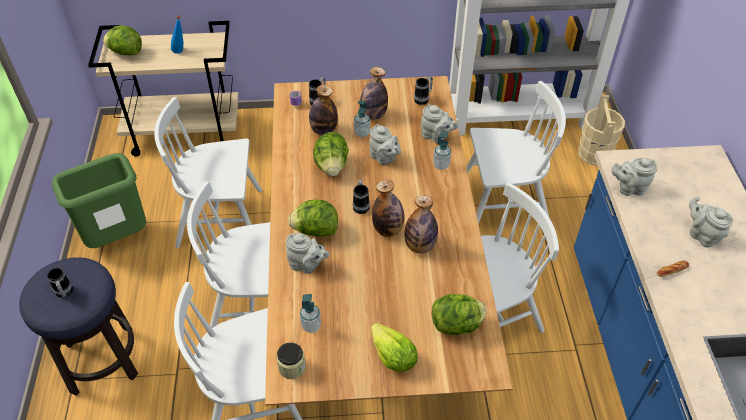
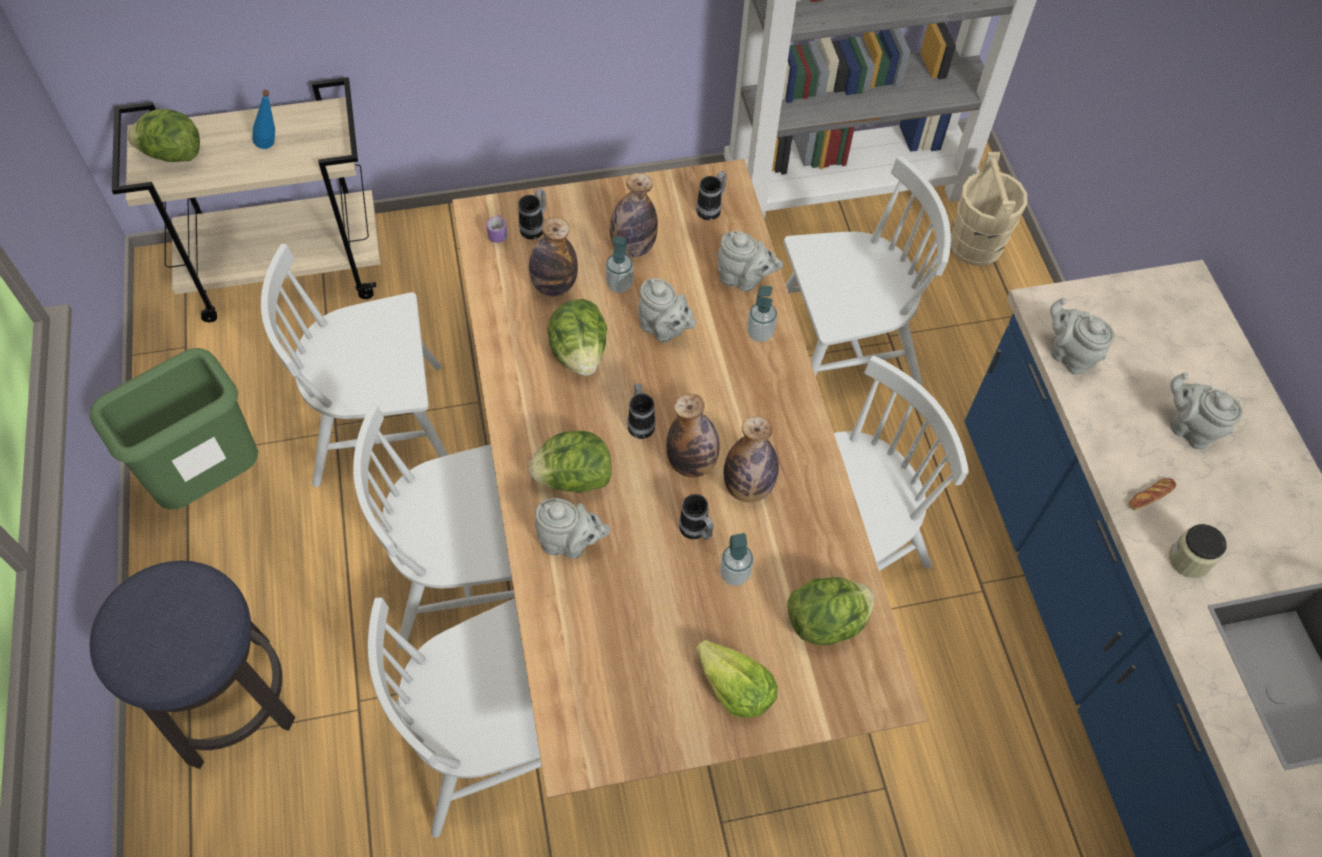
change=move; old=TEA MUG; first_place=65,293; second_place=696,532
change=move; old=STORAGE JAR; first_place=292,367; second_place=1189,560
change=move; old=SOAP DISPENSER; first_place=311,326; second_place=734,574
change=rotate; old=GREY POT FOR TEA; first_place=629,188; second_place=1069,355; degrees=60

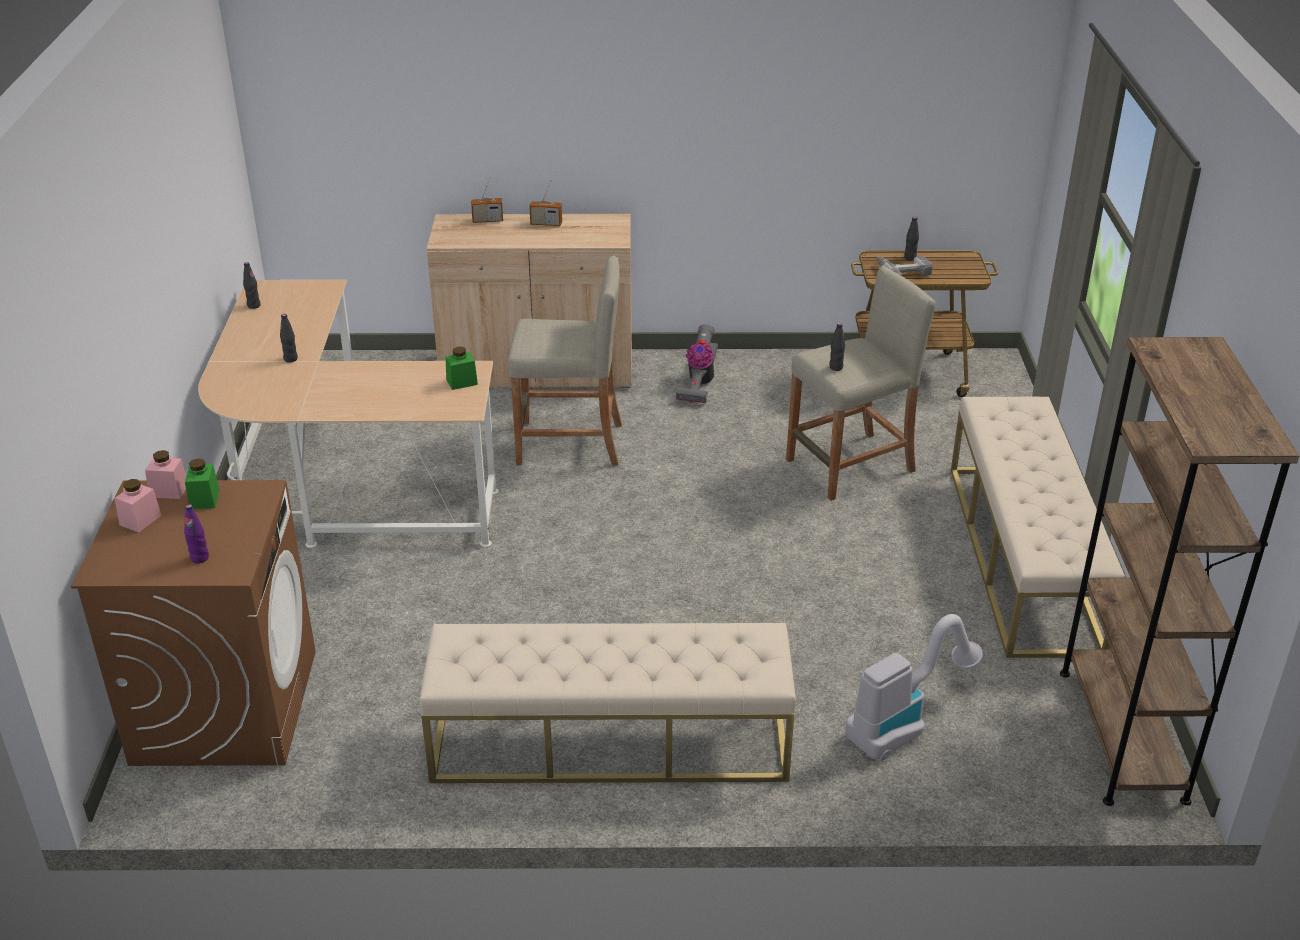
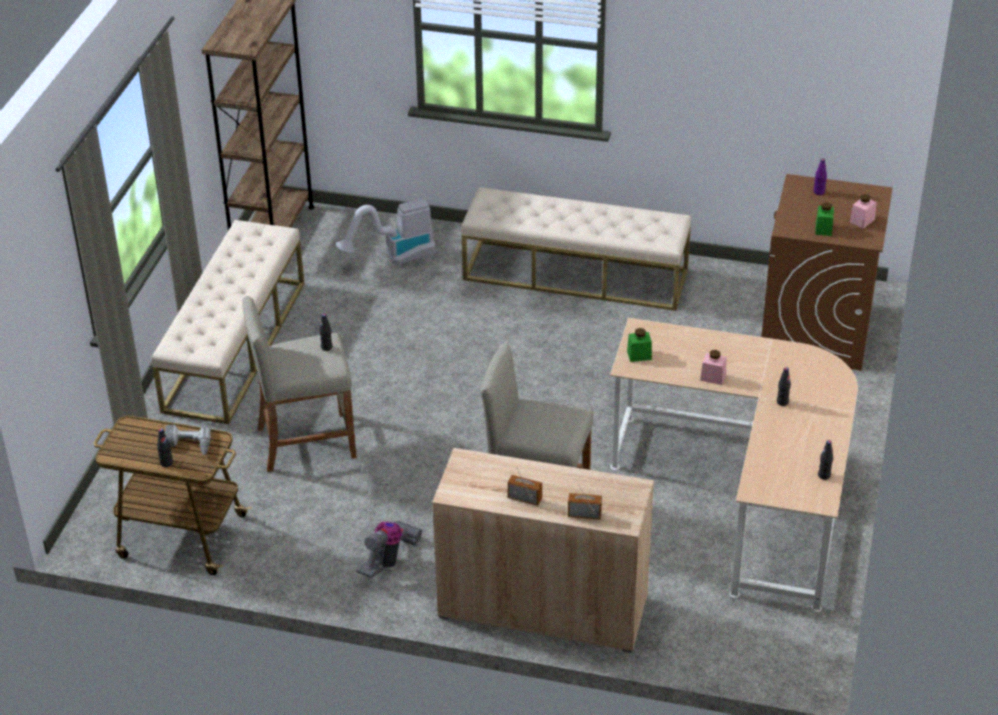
change=move; old=PINK STORAGE JAR; first_place=169,490; second_place=713,377

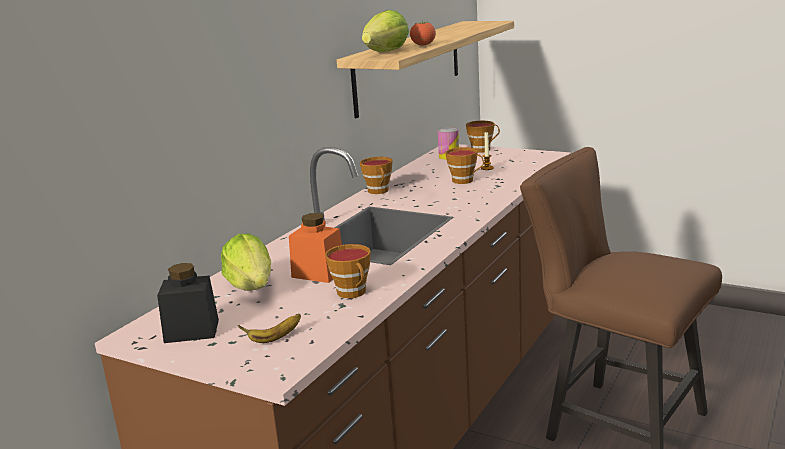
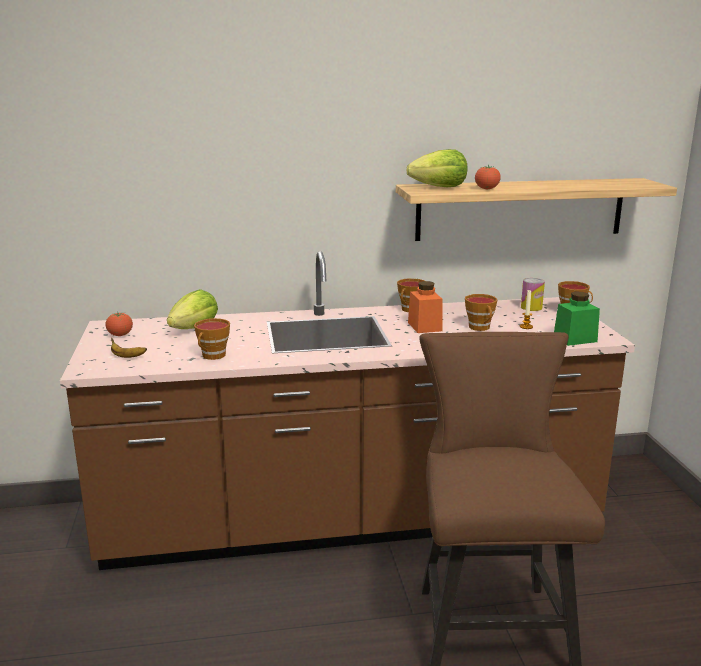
change=replace; old=BLACK-COLOURED STORAGE JAR; new=FRESH TOMATO; first_place=191,331; second_place=120,335
change=move; old=ORANGE-COLOURED STORAGE JAR; first_place=318,273; second_place=424,326
change=insert; new=GREENISH STORAGE JAR; second_place=575,339

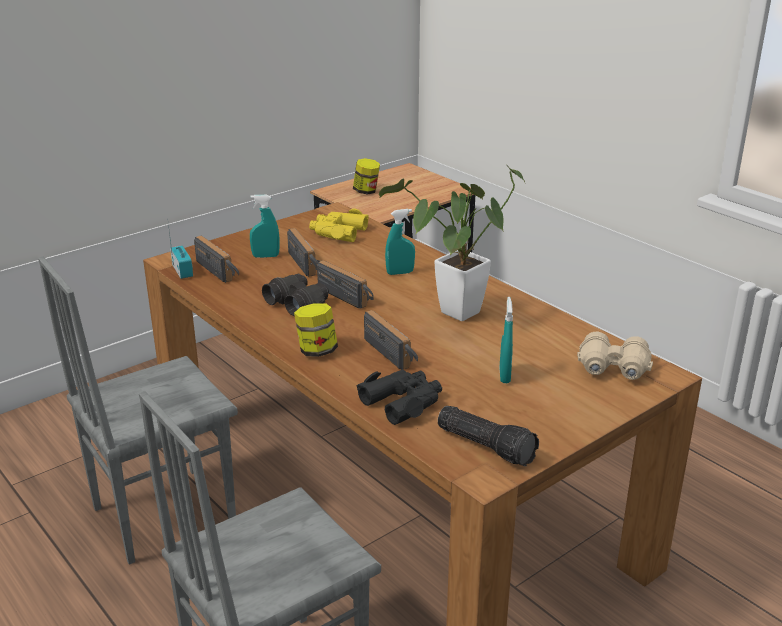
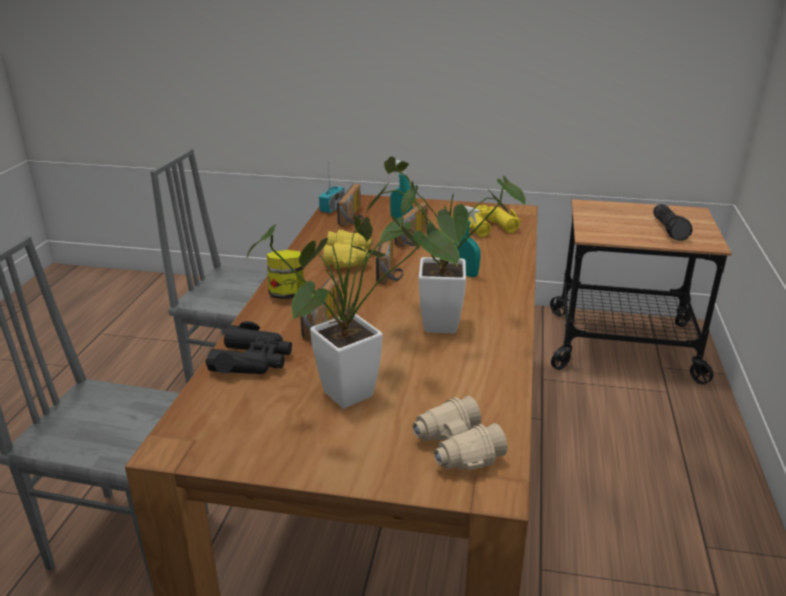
change=recolor; old=BLACK-COLOURED BINOCULARS; new=YELLOW BINOCULARS; first_place=297,303; second_place=348,259
change=delete; old=STORAGE JAR; first_place=366,191
change=move; old=HAND TORCH; first_place=487,445; second_place=670,229
change=replace; old=BLUE-GREEN SPRAYER; new=HOUSEPLANT; first_place=504,376; second_place=358,391

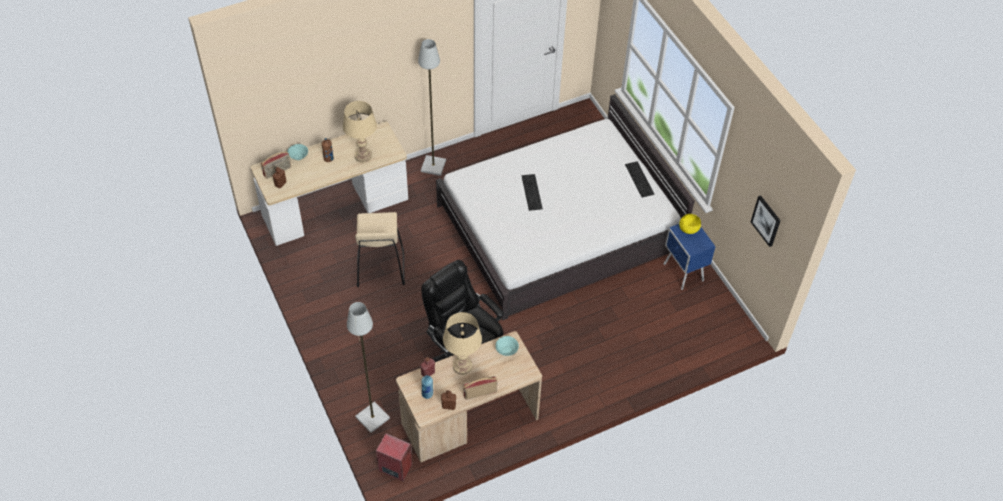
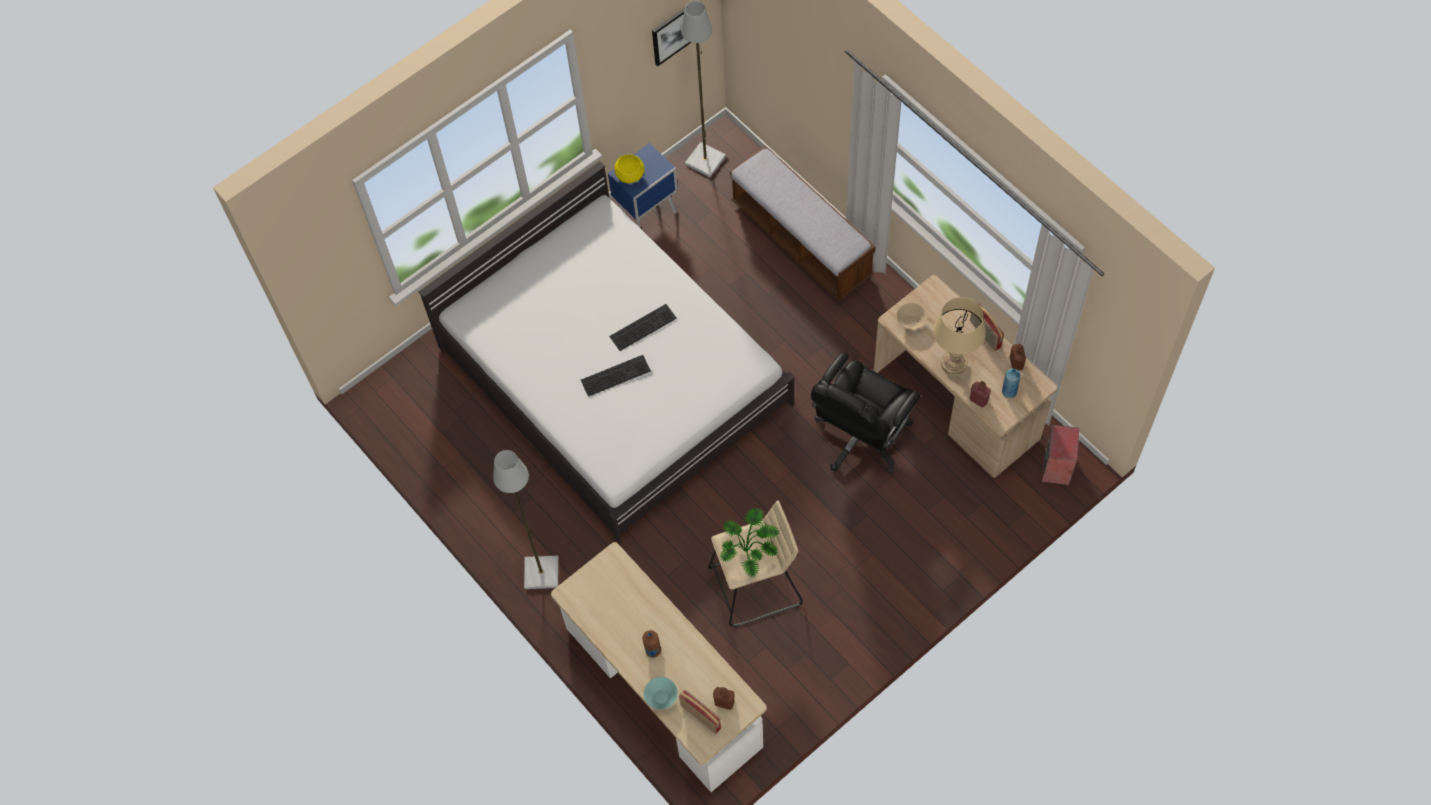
change=delete; old=BEIGE LAMP FOR A TABLE; first_place=363,156
change=move; old=GREY FLOOR LAMP; first_place=372,418; second_place=706,160
change=recolor; old=BLUE-GREEN SERVING BOWL; new=BEIGE SERVING BOWL; first_place=506,350; second_place=911,321
change=move; old=PC KEYBOARD; first_place=640,179; second_place=643,326
change=insert; new=HOUSEPLANT; second_place=750,551
change=insert; new=INDOOR BENCH; second_place=801,240

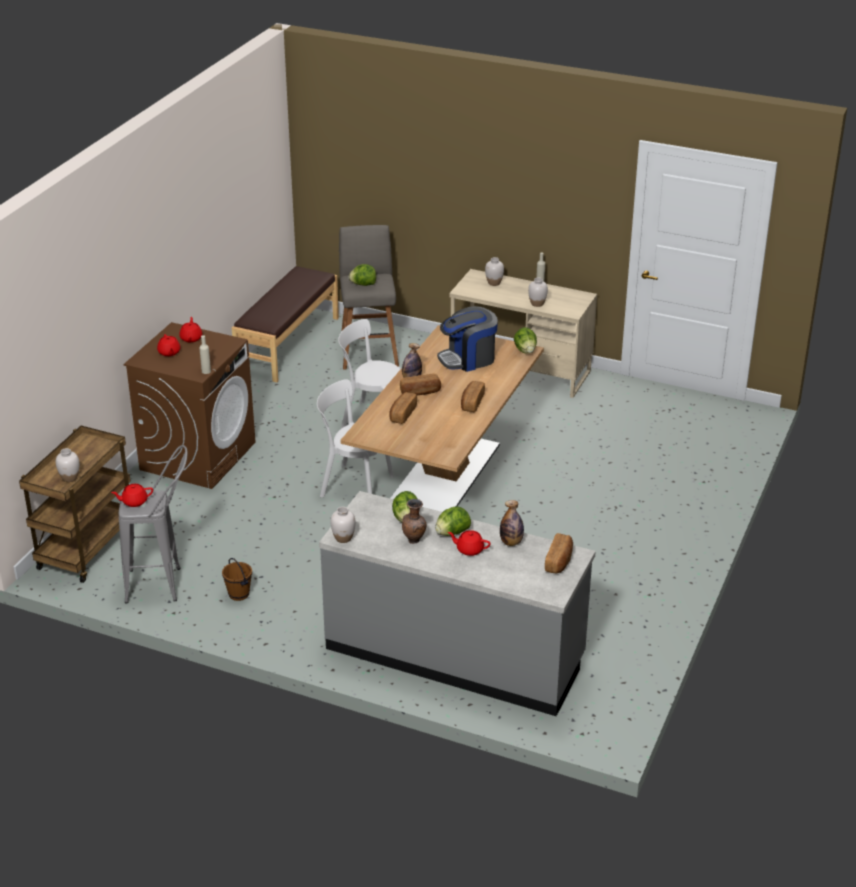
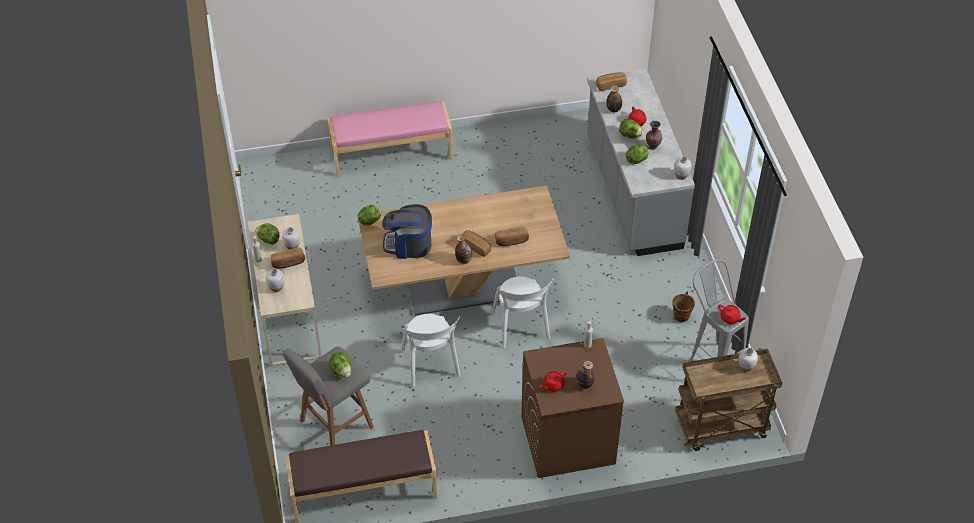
change=replace; old=REDDISH POT FOR TEA; new=BOTTLE; first_place=169,352; second_place=584,384
change=rotate; old=COFFEE MACHINE; first_place=468,359; second_place=408,245; degrees=150
change=move; old=BAKERY BREAD; first_place=471,403; second_place=288,263
change=insert; new=LETTUCE; second_place=268,239
change=insert; new=PINK INDOOR BENCH; second_place=391,154

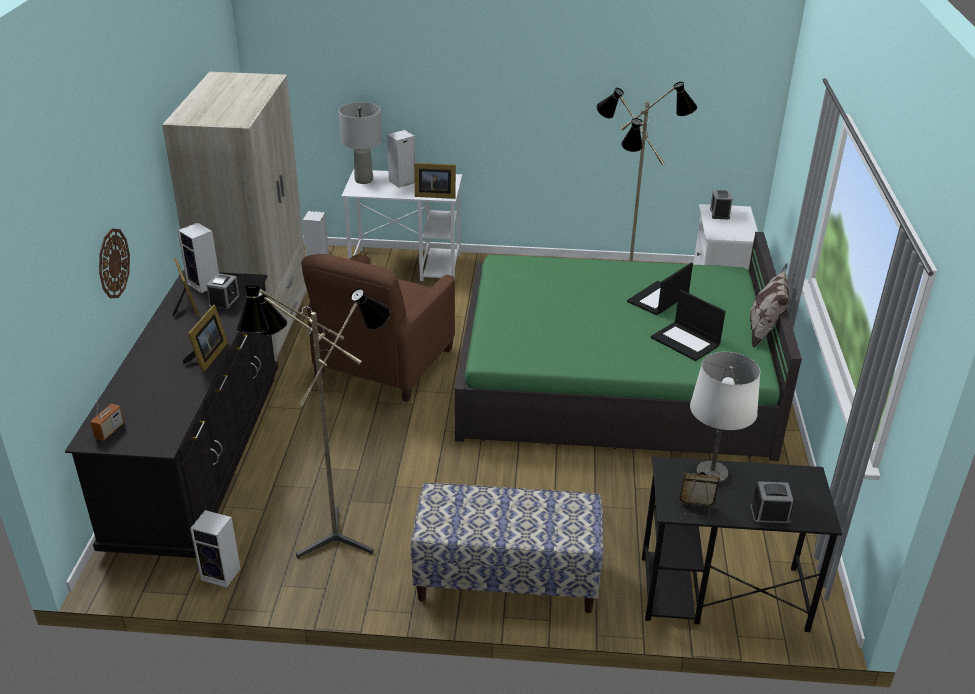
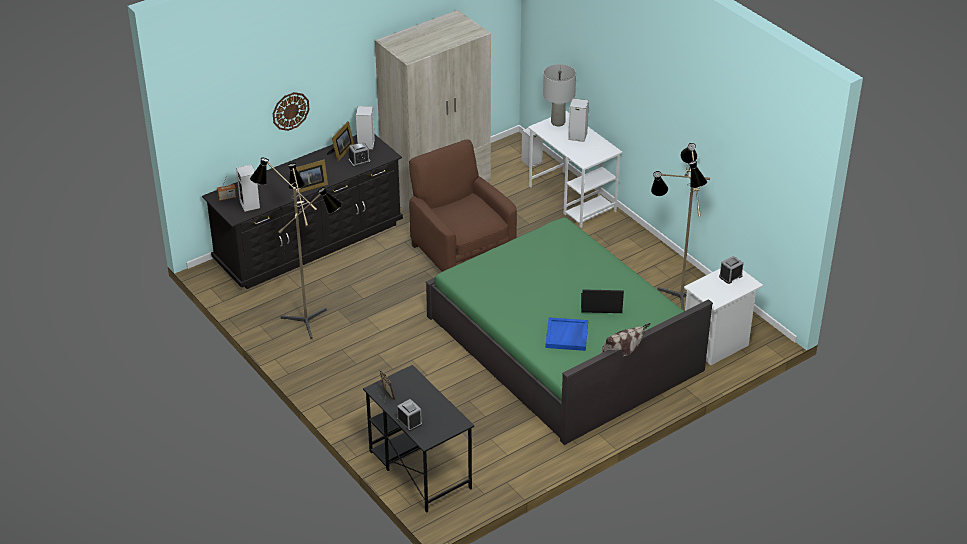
change=move; old=LOUDSPEAKER; first_place=222,574; second_place=250,205
change=rotate; old=BROWN LOUNGE CHAIR; first_place=383,363; second_place=461,251; degrees=75
change=delete; old=INDOOR BENCH; first_place=506,579
change=delete; old=PHOTO FRAME; first_place=434,195
change=replace; old=LAPTOP; new=BLUISH TRAY; first_place=686,341; second_place=567,336
change=delete; old=WHITE LAMP FOR A TABLE; first_place=711,474

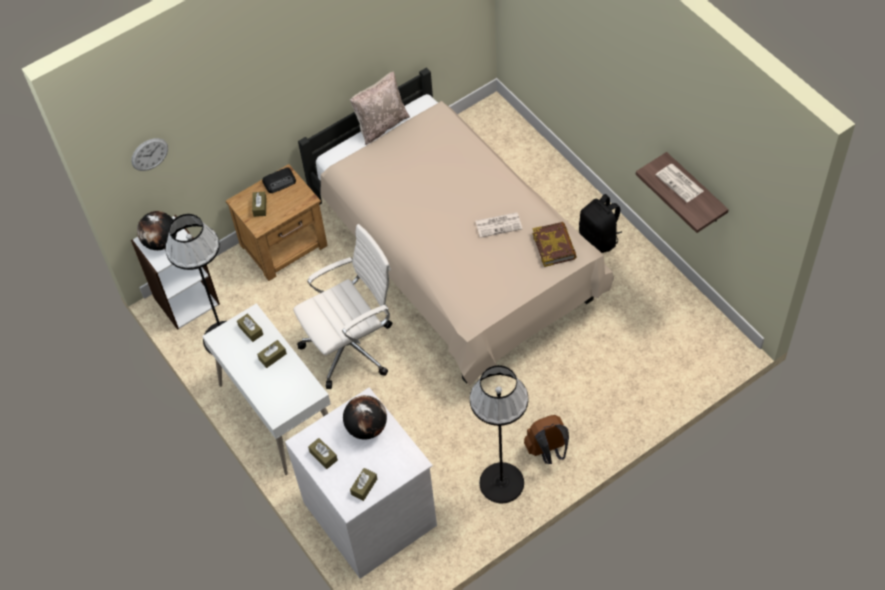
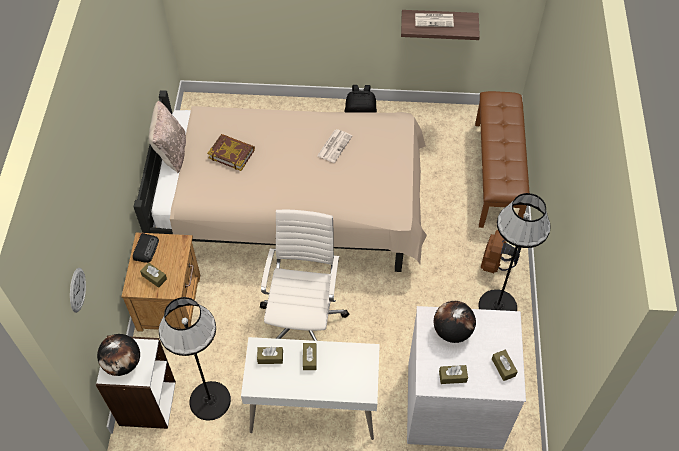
change=move; old=BOUND BOOK; first_place=554,246; second_place=232,154
change=insert; new=BROWN INDOOR BENCH; second_place=497,174

